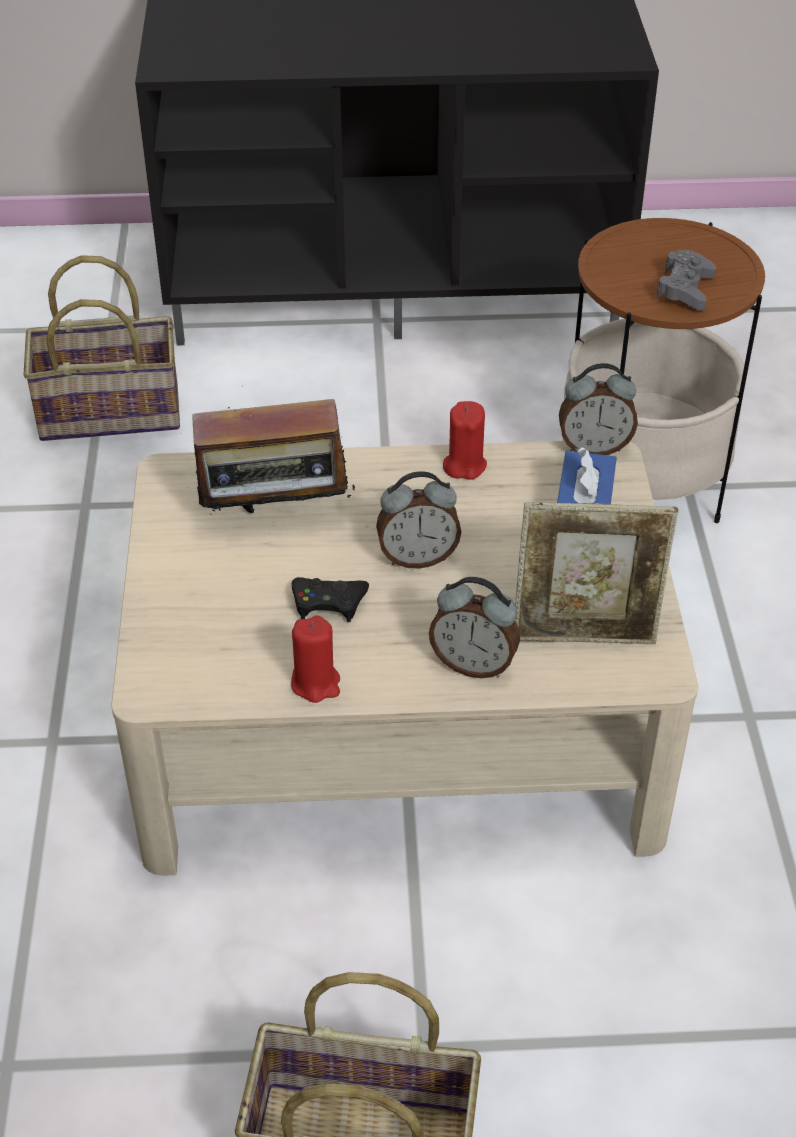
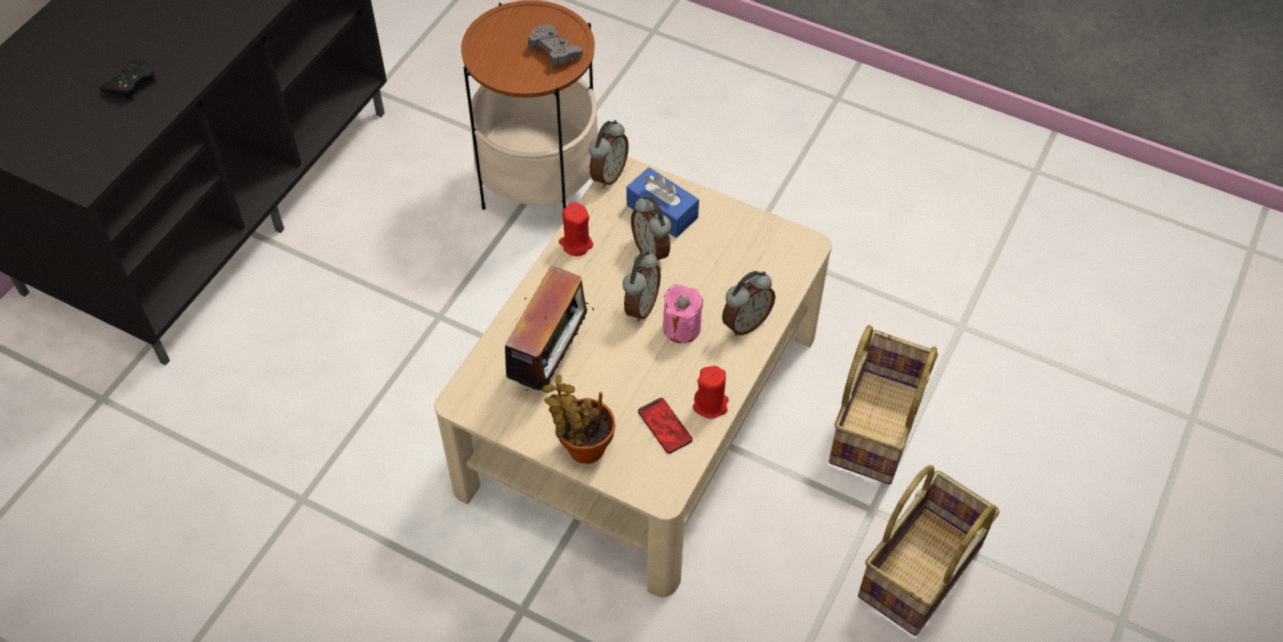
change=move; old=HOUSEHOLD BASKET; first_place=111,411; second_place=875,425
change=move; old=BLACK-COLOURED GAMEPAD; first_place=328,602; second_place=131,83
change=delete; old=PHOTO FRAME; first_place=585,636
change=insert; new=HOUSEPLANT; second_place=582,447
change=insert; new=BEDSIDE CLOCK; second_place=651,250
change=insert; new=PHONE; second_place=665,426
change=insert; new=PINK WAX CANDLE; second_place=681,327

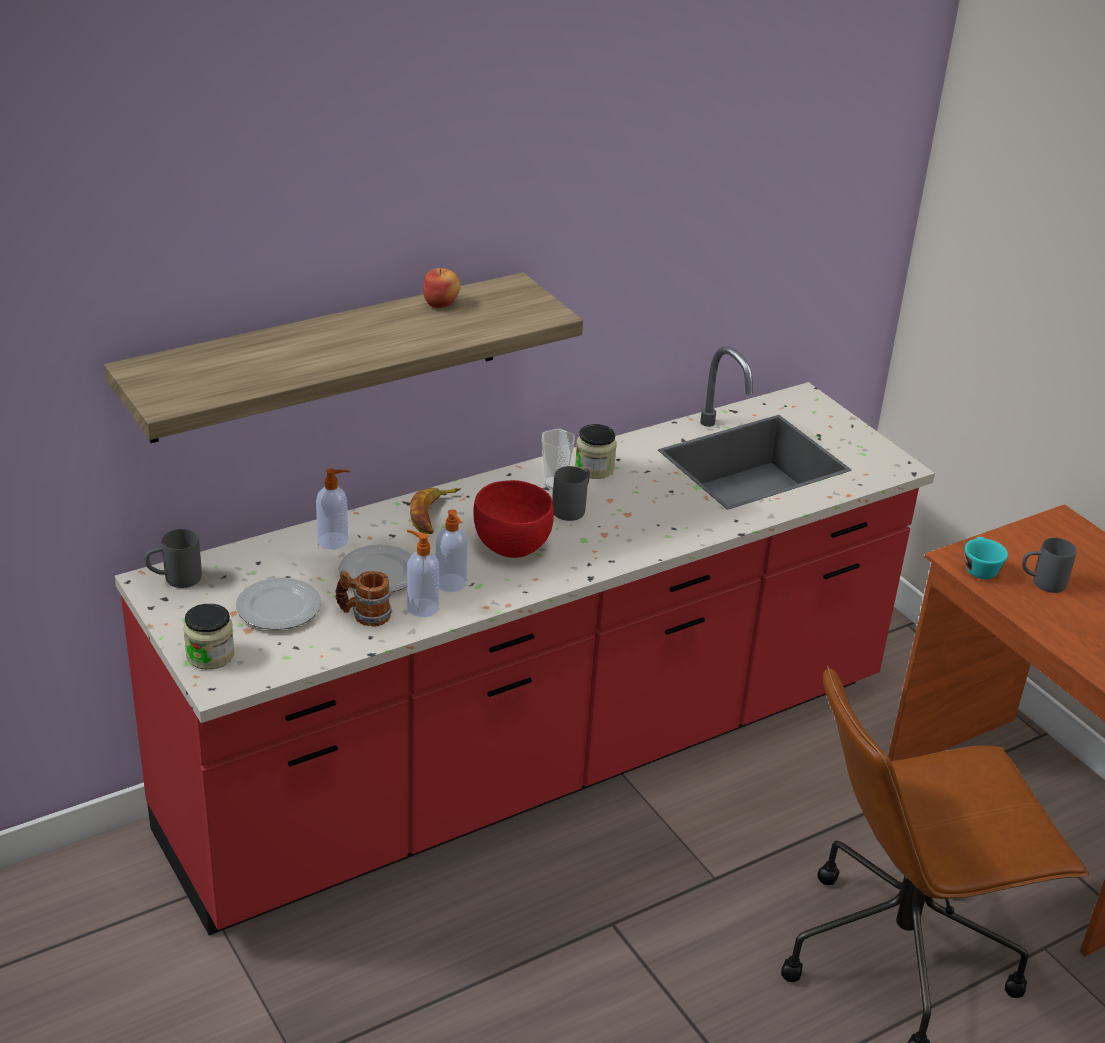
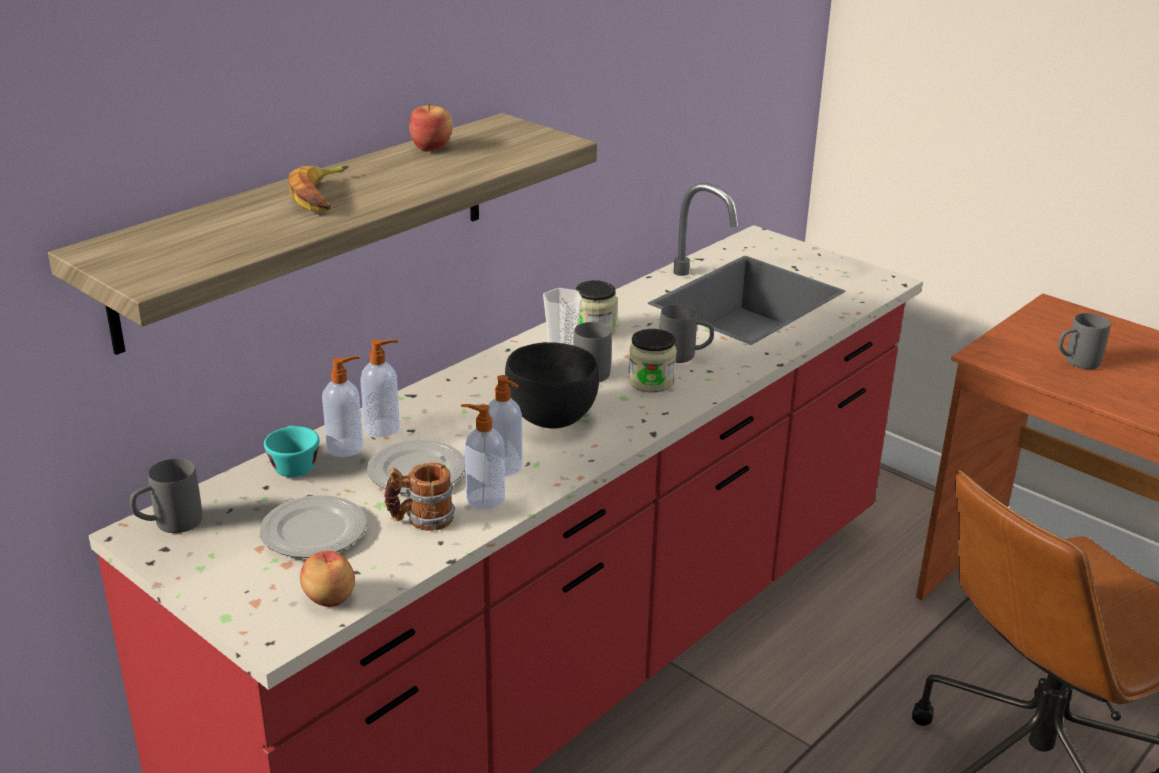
change=move; old=STORAGE JAR; first_place=210,655; second_place=651,381
change=move; old=WHOLE BANANA; first_place=433,514; second_place=322,196
change=recolor; old=REDDISH SERVING BOWL; new=BLACK-COLOURED SERVING BOWL; first_place=512,548; second_place=552,419
change=move; old=BLUE-GREEN DRINKING CUP; first_place=979,568; second_place=293,465
change=insert; new=APPLE; second_place=328,598
change=insert; new=SOAP DISPENSER; second_place=383,428
change=insert; new=GREY TEA MUG; second_place=685,356

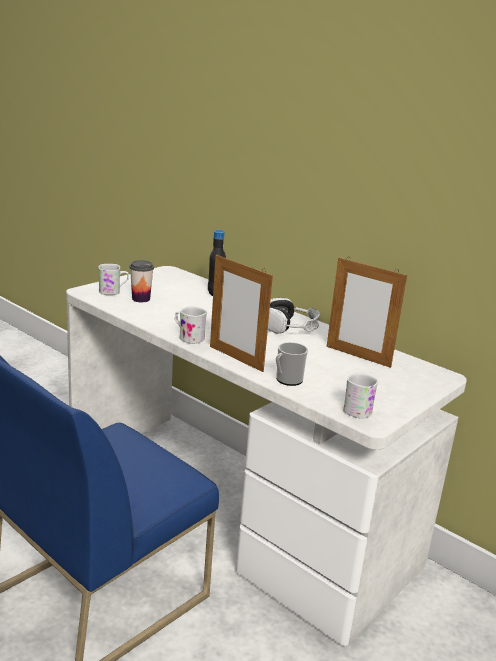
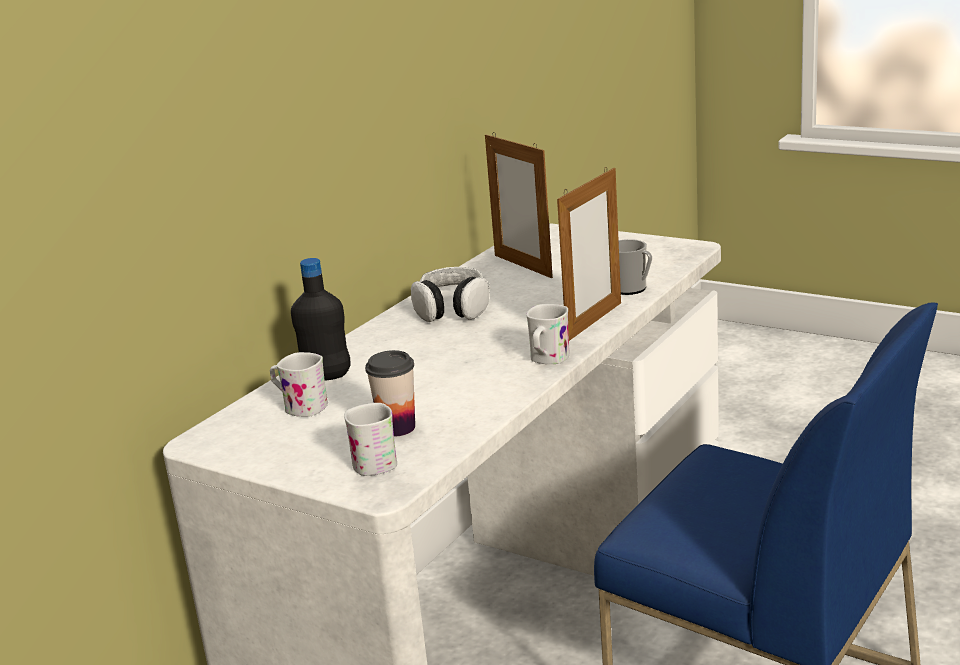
change=rotate; old=PHOTO FRAME; first_place=358,356; second_place=523,266; degrees=120
change=move; old=WHITE TEA MUG; first_place=360,409; second_place=300,407

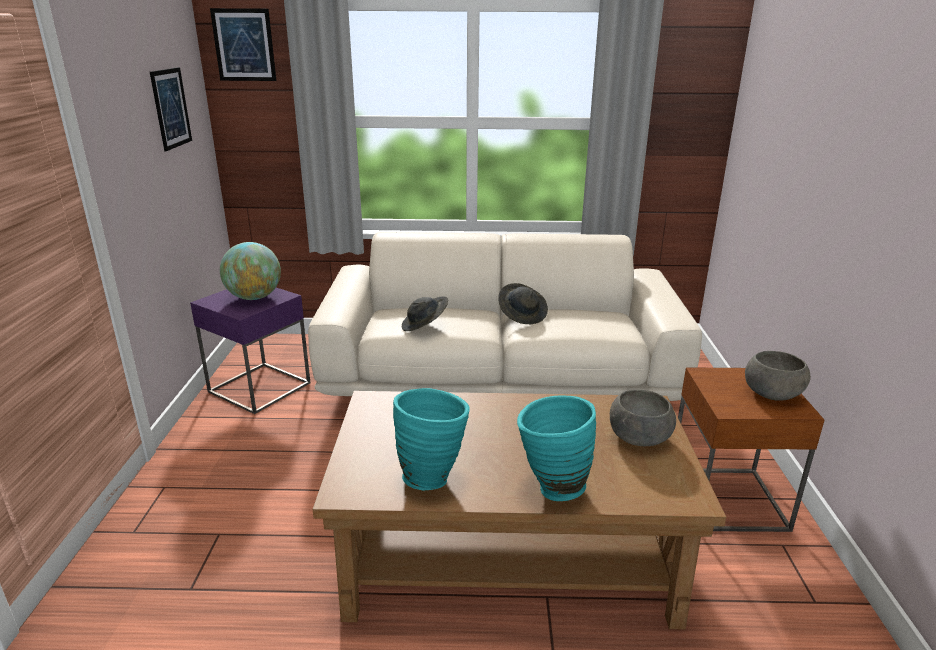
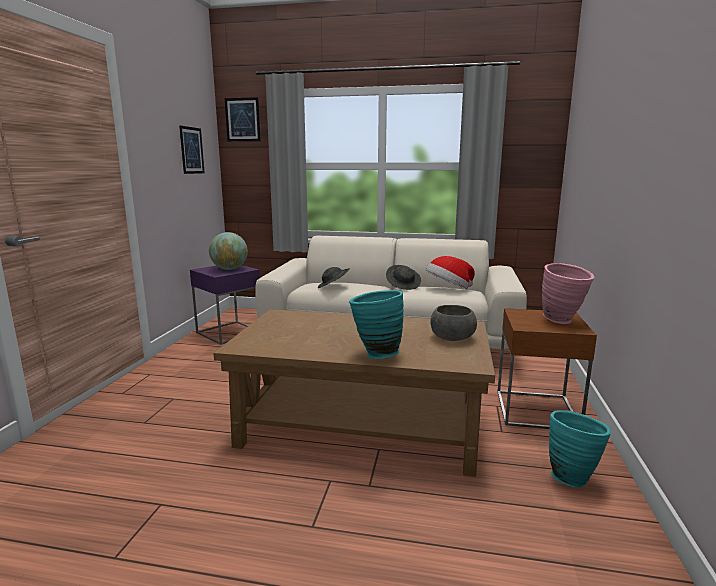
change=move; old=BLUE-GREEN VASE; first_place=432,475; second_place=571,477
change=replace; old=GREY SERVING BOWL; new=PINK VASE; first_place=772,393; second_place=563,321
change=insert; new=HAT; second_place=448,289

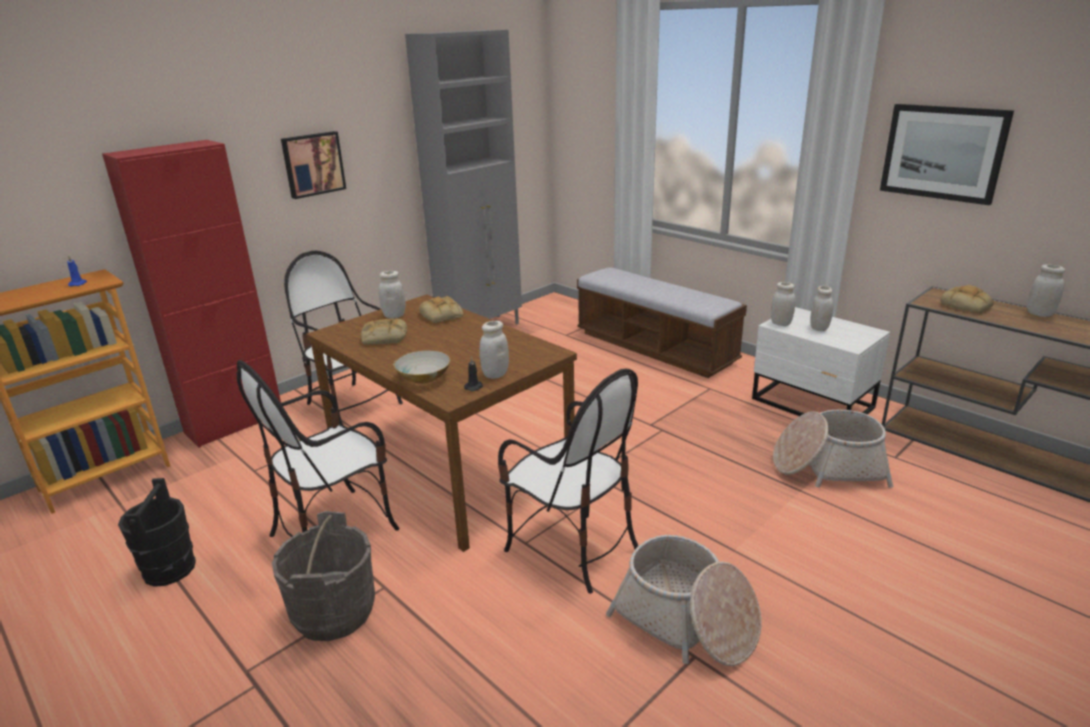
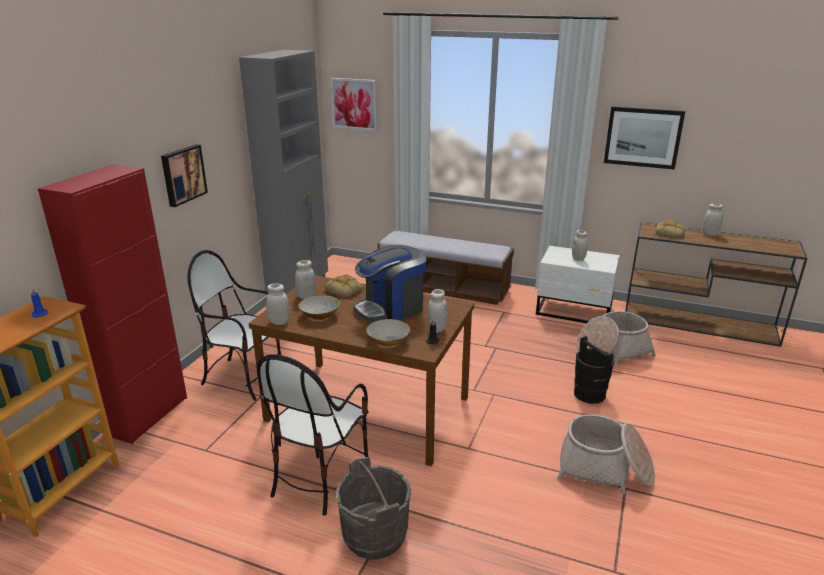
change=move; old=BLACK-COLOURED WATER BUCKET; first_place=170,568; second_place=589,394
change=replace; old=BAKERY BREAD; new=SERVING BOWL; first_place=384,337; second_place=319,315
change=delete; old=PLAIN CHAIR; first_place=572,547
change=move; old=WHITE STORAGE JAR; first_place=780,323; second_place=279,322
change=insert; new=PICTURE; second_place=354,104
change=insert; new=COFFEE MACHINE; second_place=391,308

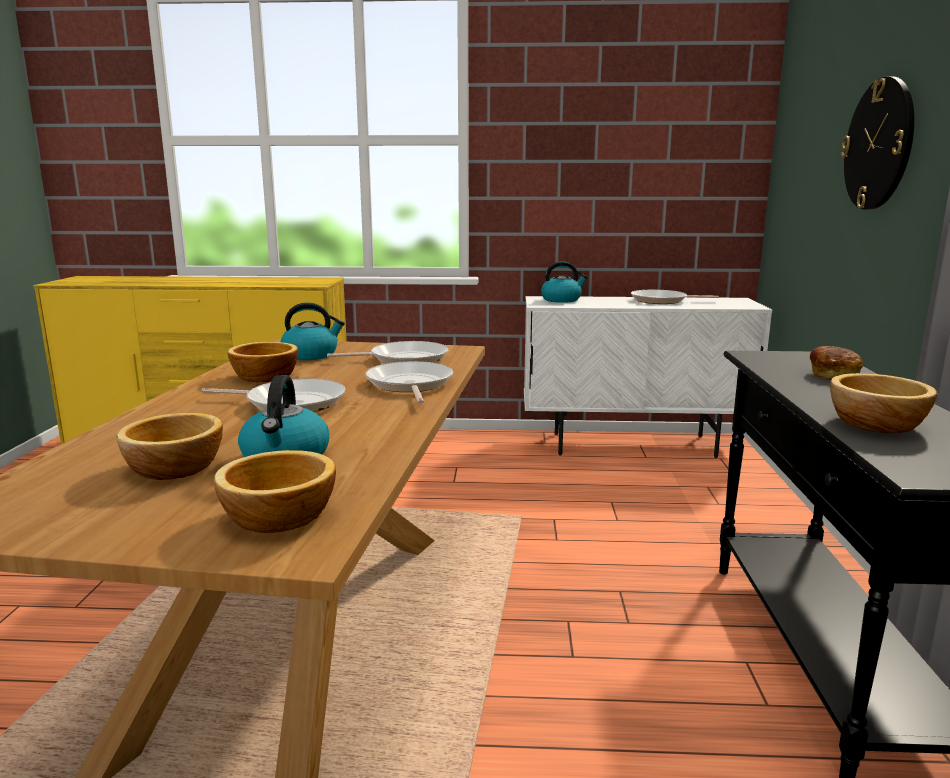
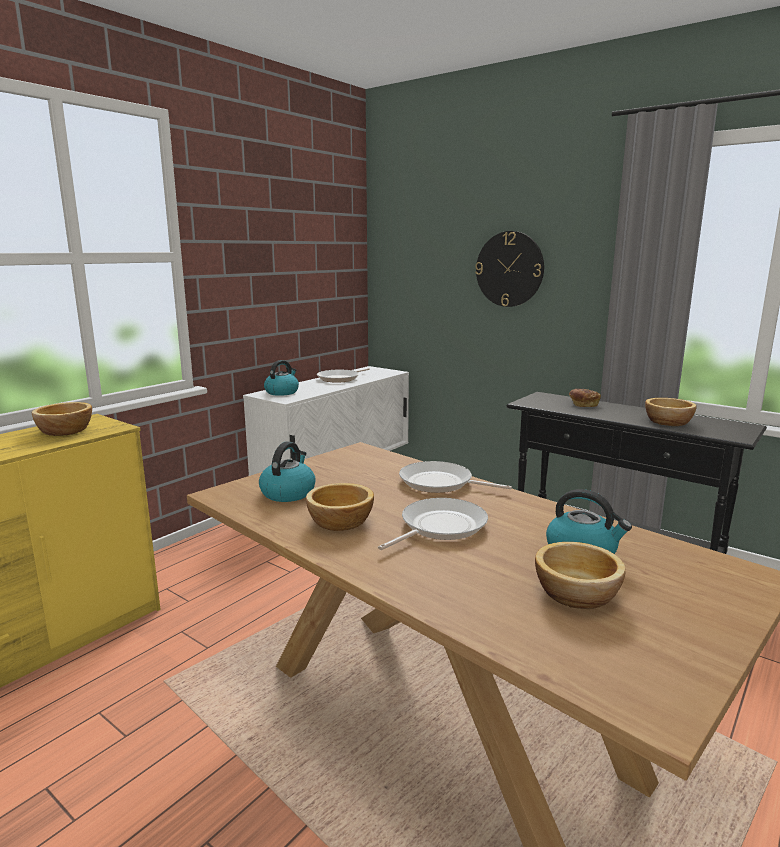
change=move; old=SERVING BOWL; first_place=278,518; second_place=66,431
change=delete; old=FRYING PAN; first_place=404,359

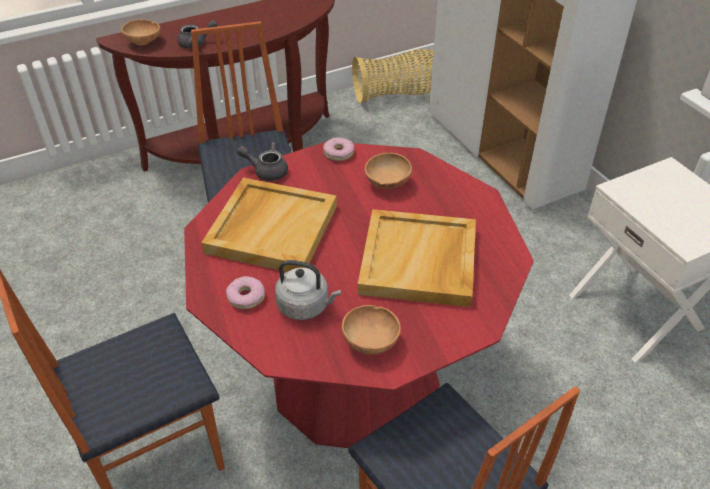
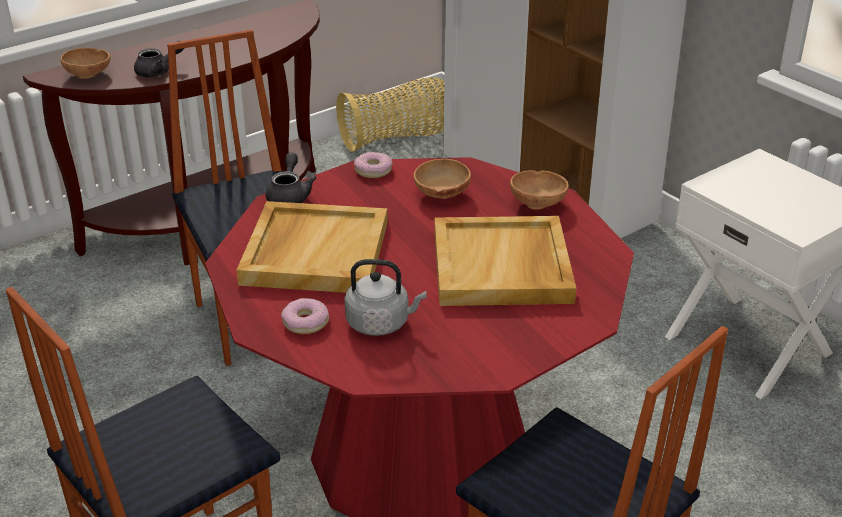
change=rotate; old=GREY POT FOR TEA; first_place=266,171; second_place=289,196; degrees=90
change=move; old=BROWN SERVING BOWL; first_place=371,341; second_place=538,204

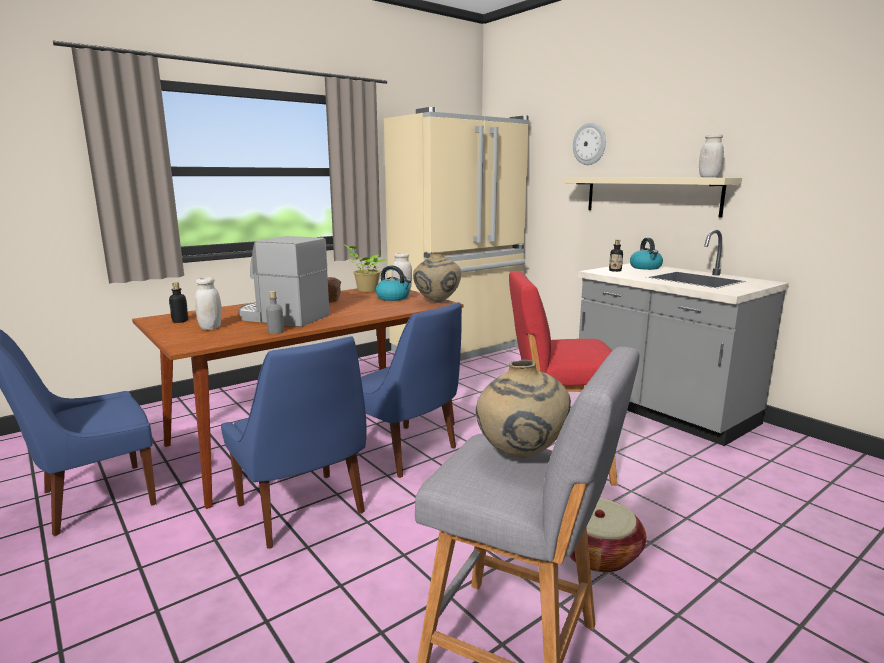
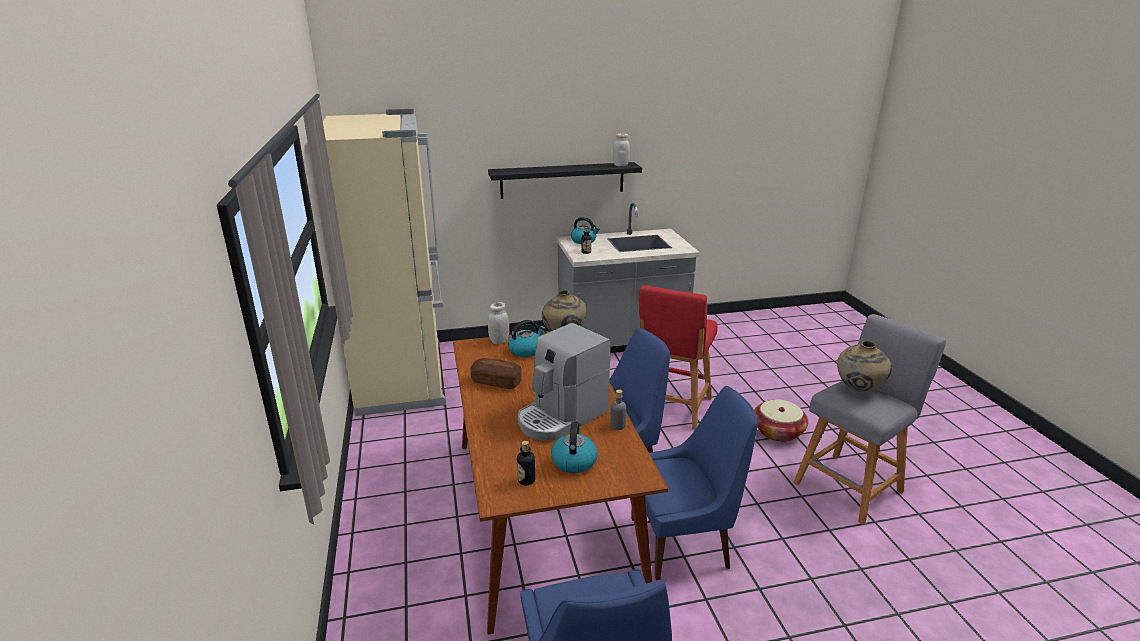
change=replace; old=WHITE STORAGE JAR; new=TEA KETTLE; first_place=211,327; second_place=574,461
change=delete; old=HOUSEPLANT; first_place=365,290
change=recolor; old=BEIGE BRACKET SHELF; new=BLACK-COLOURED BRACKET SHELF; first_place=650,195; second_place=562,180
change=delete; old=CLOCK ON THE WALL; first_place=589,144

